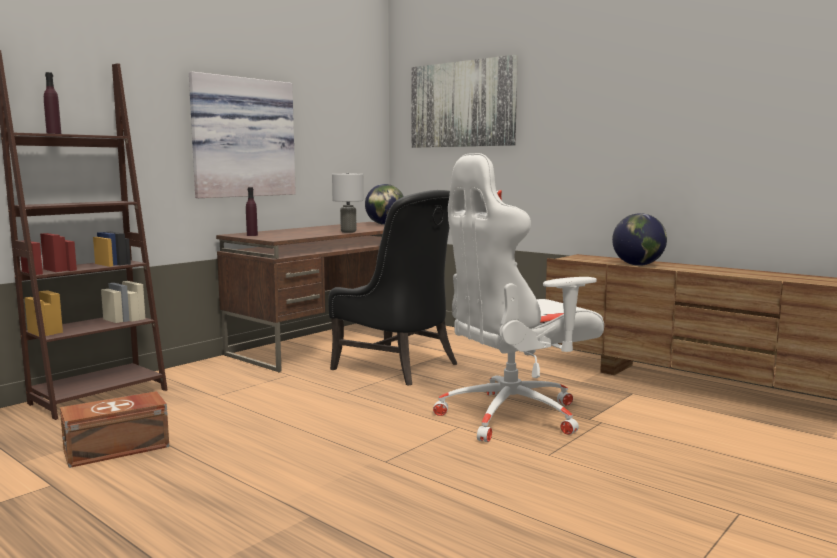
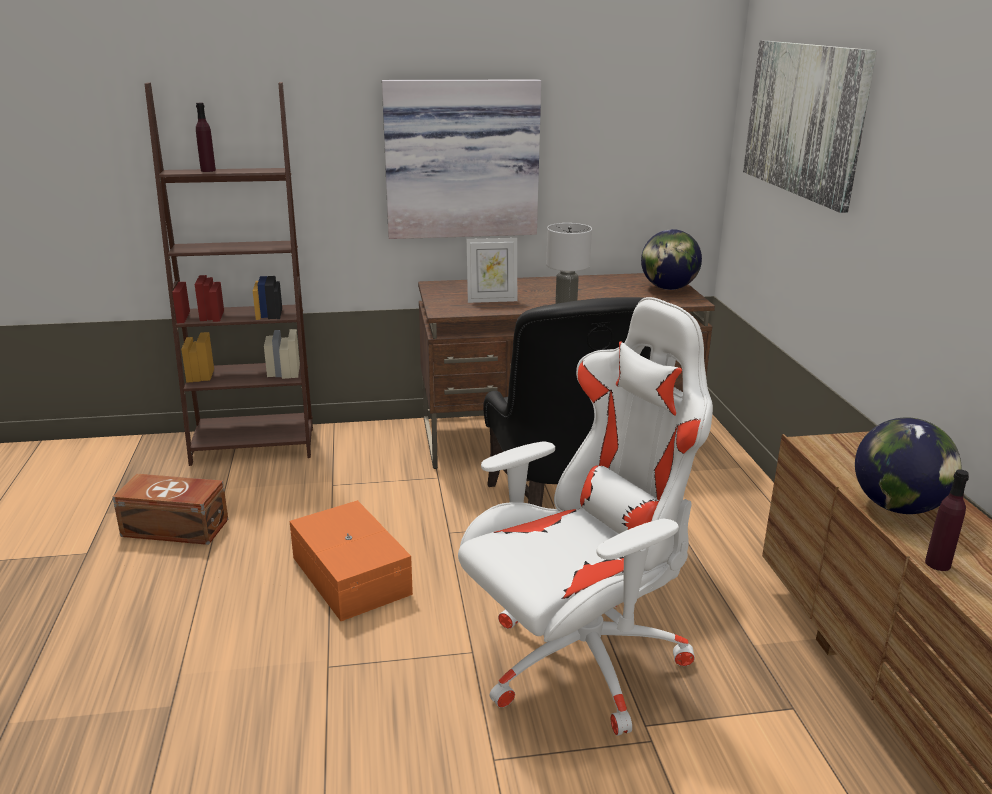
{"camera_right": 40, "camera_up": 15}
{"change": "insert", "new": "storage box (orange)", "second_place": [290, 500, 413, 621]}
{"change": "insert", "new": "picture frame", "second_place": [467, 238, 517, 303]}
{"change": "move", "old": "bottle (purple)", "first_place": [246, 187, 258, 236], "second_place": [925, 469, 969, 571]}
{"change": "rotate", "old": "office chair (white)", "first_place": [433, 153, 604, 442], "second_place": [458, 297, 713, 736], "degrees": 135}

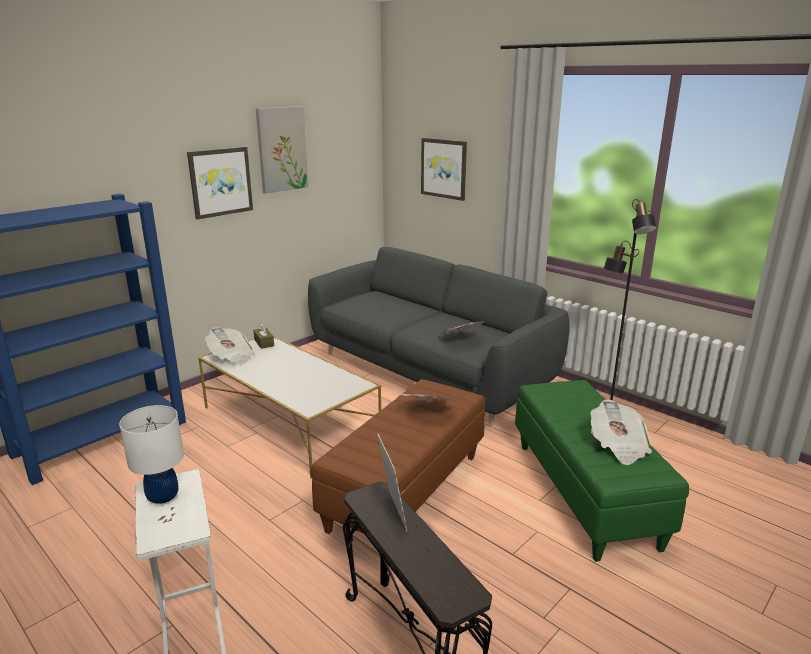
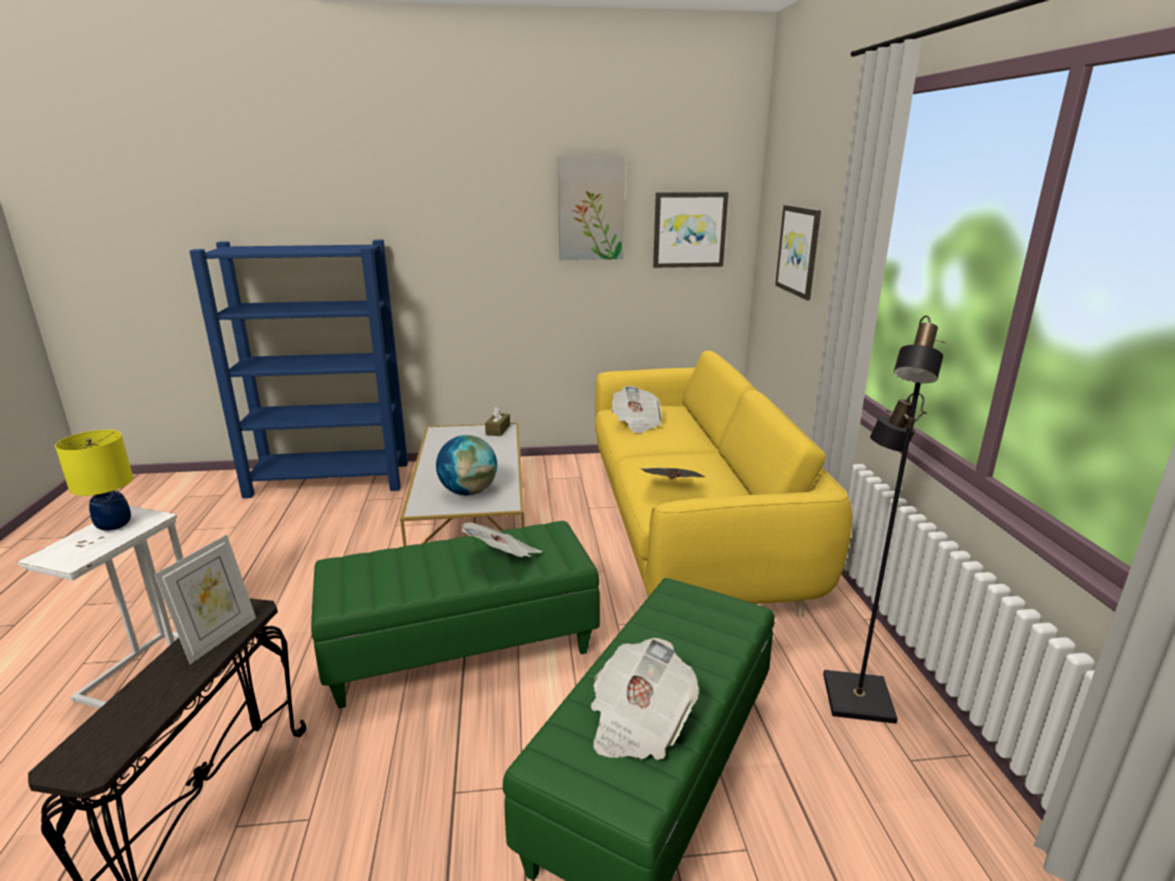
{"camera_right": 40, "camera_up": 0}
{"change": "insert", "new": "globe", "second_place": [436, 435, 497, 495]}
{"change": "move", "old": "picture", "first_place": [187, 147, 253, 220], "second_place": [653, 192, 729, 268]}
{"change": "move", "old": "newspaper", "first_place": [205, 327, 255, 366], "second_place": [611, 386, 662, 433]}
{"change": "recolor", "old": "table lamp (white)", "new": "table lamp (yellow)", "first_place": [119, 405, 184, 504], "second_place": [55, 430, 133, 531]}
{"change": "recolor", "old": "sofa (grey)", "new": "sofa (yellow)", "first_place": [308, 247, 570, 427], "second_place": [595, 351, 852, 617]}
{"change": "recolor", "old": "ottoman (brown)", "new": "ottoman (green)", "first_place": [311, 379, 485, 558], "second_place": [311, 521, 600, 709]}

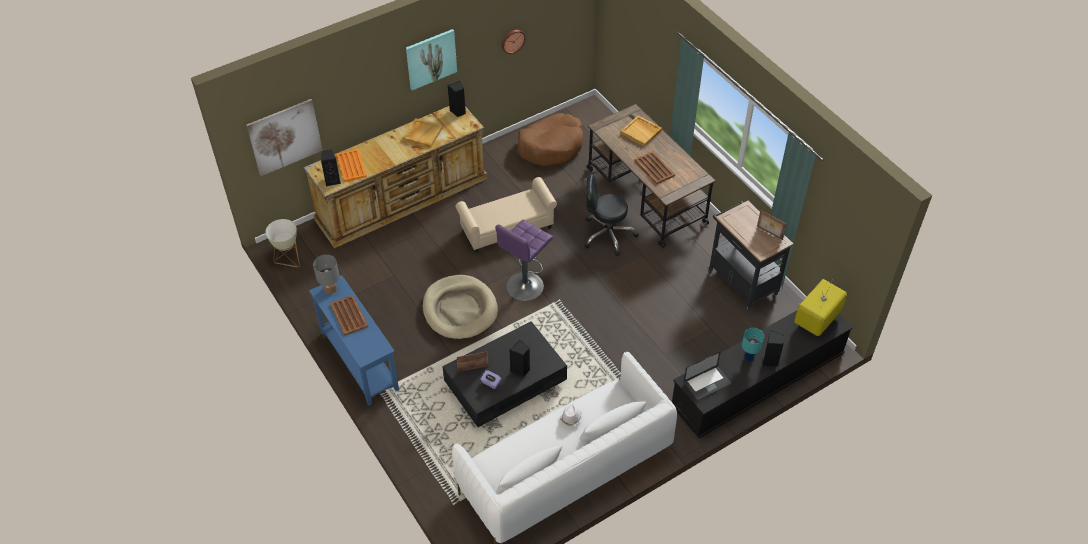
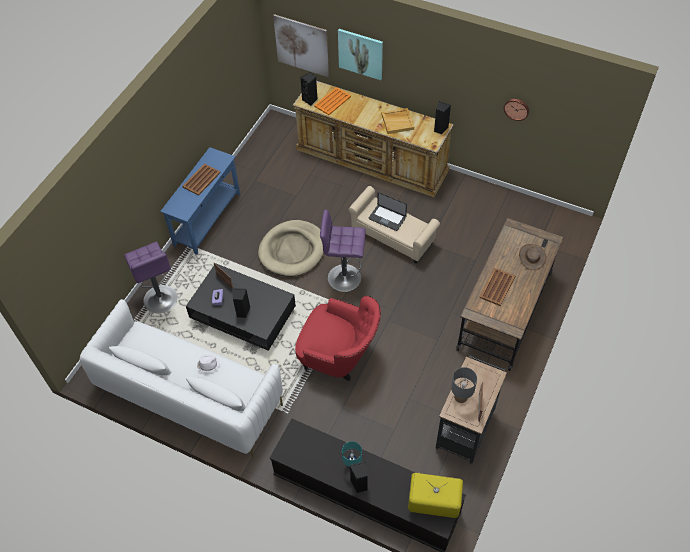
{"camera_right": 60, "camera_up": 5}
{"change": "delete", "old": "planter", "first_place": [265, 219, 300, 268]}
{"change": "delete", "old": "dog bed (brown)", "first_place": [517, 113, 583, 166]}
{"change": "delete", "old": "office chair (black)", "first_place": [584, 174, 639, 256]}
{"change": "insert", "new": "stool (purple)", "second_place": [124, 242, 178, 313]}
{"change": "insert", "new": "armchair (red)", "second_place": [295, 296, 381, 381]}
{"change": "move", "old": "table lamp (grey)", "first_place": [313, 255, 339, 294], "second_place": [451, 367, 477, 403]}
{"change": "move", "old": "picture", "first_place": [406, 29, 457, 90], "second_place": [338, 29, 383, 80]}
{"change": "move", "old": "laptop", "first_place": [684, 352, 731, 400], "second_place": [369, 192, 407, 231]}
{"change": "replace", "old": "tray (beige)", "new": "hat (brown)", "first_place": [620, 115, 662, 147], "second_place": [519, 244, 546, 270]}

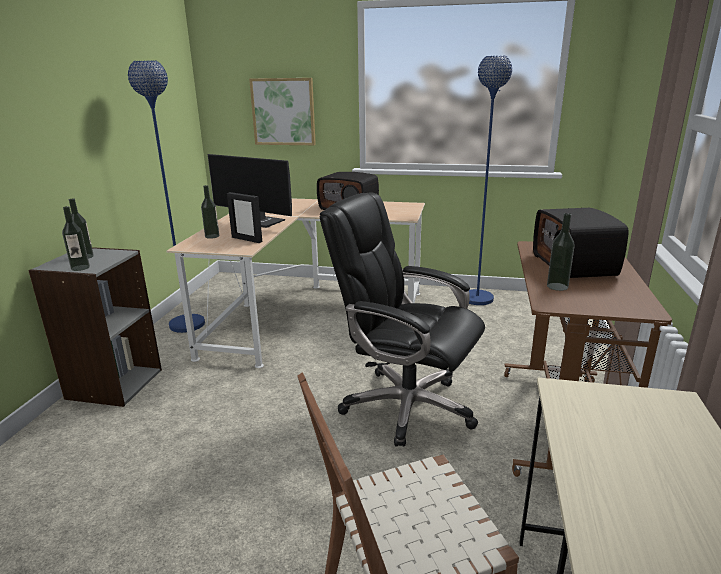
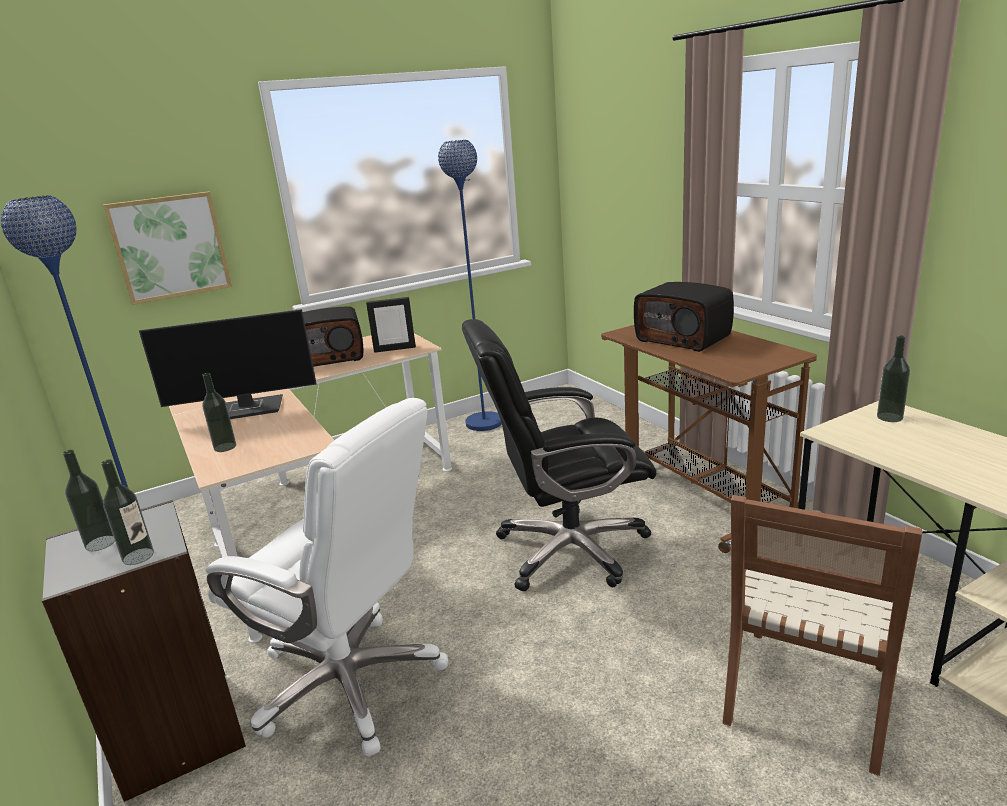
{"camera_right": -40, "camera_up": 0}
{"change": "insert", "new": "office chair (white)", "second_place": [205, 398, 448, 757]}
{"change": "move", "old": "picture frame", "first_place": [227, 192, 262, 243], "second_place": [366, 297, 416, 353]}
{"change": "move", "old": "bottle", "first_place": [547, 213, 575, 291], "second_place": [877, 335, 910, 422]}

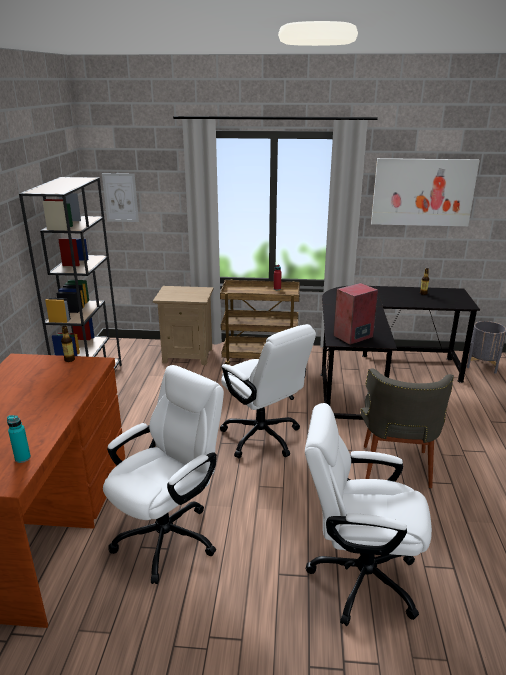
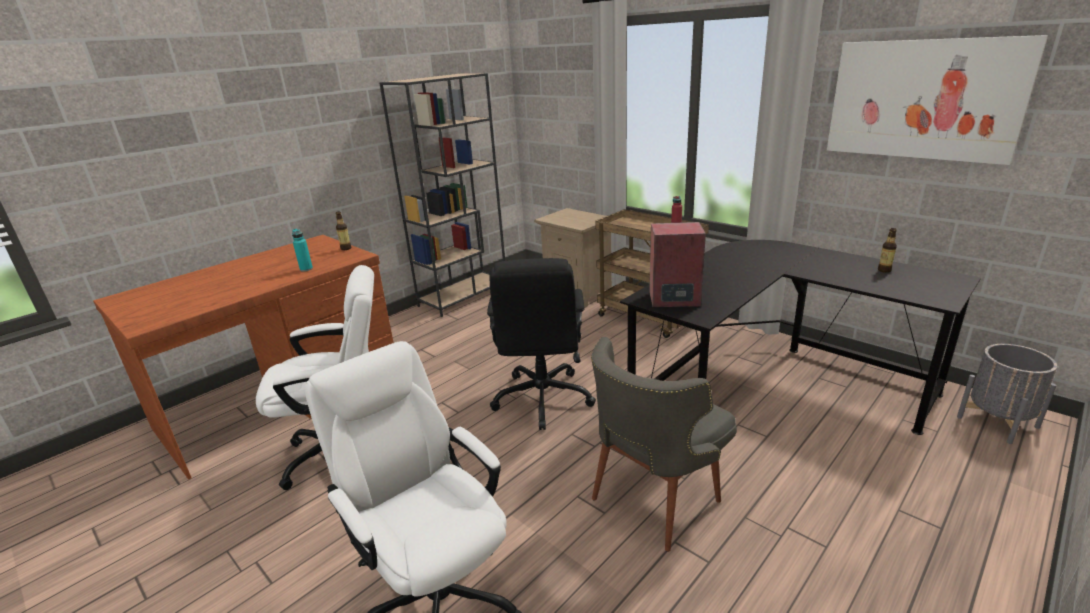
{"camera_right": 40, "camera_up": 0}
{"change": "delete", "old": "picture", "first_place": [102, 173, 139, 222]}
{"change": "move", "old": "bottle (turquoise)", "first_place": [7, 415, 31, 463], "second_place": [292, 229, 313, 271]}
{"change": "recolor", "old": "office chair (white)", "new": "office chair (black)", "first_place": [220, 324, 316, 458], "second_place": [487, 258, 596, 430]}

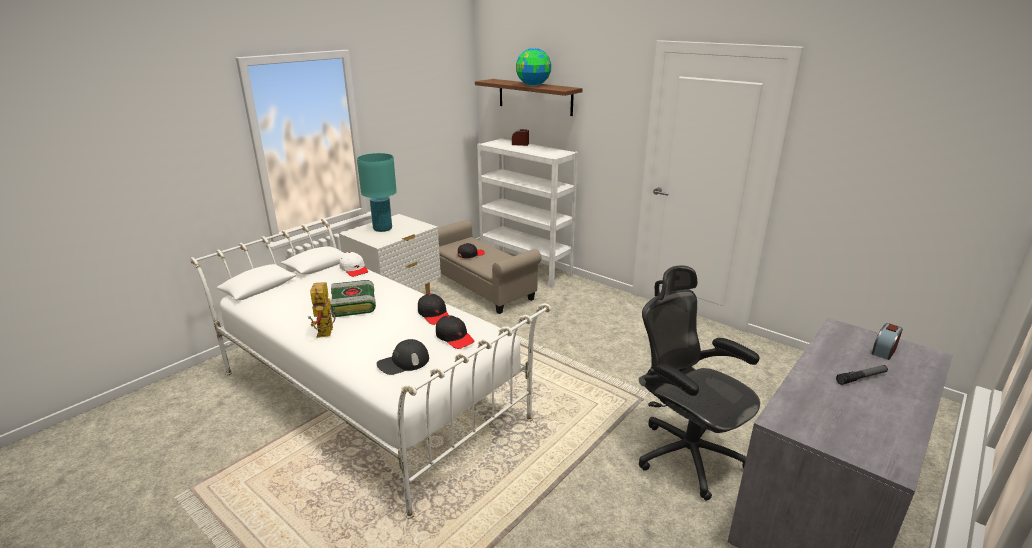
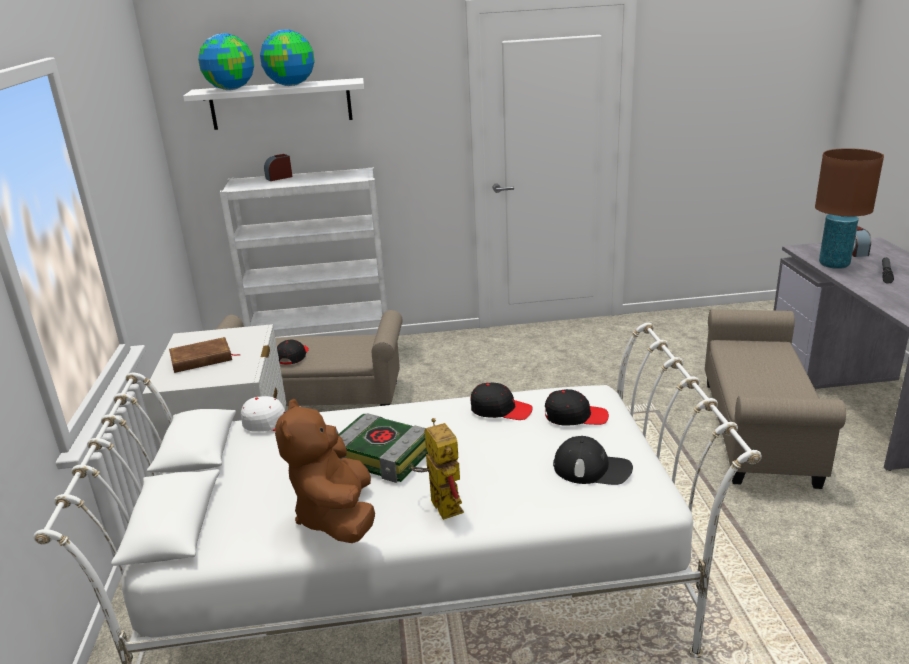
{"camera_right": -45, "camera_up": 0}
{"change": "insert", "new": "globe", "second_place": [198, 33, 254, 90]}
{"change": "insert", "new": "plush toy (brown)", "second_place": [275, 399, 375, 543]}
{"change": "insert", "new": "table lamp (brown)", "second_place": [815, 148, 884, 269]}
{"change": "replace", "old": "table lamp (turquoise)", "new": "book (brown)", "first_place": [357, 153, 397, 232], "second_place": [169, 337, 241, 373]}
{"change": "replace", "old": "office chair", "new": "ottoman (beige)", "first_place": [639, 266, 760, 501], "second_place": [705, 309, 846, 489]}
{"change": "recolor", "old": "shelf (brown)", "new": "shelf (white)", "first_place": [475, 79, 583, 116], "second_place": [183, 78, 364, 130]}
{"change": "rotate", "old": "toy robot", "first_place": [308, 282, 335, 338], "second_place": [411, 418, 464, 520], "degrees": -150}
{"change": "rotate", "old": "cap (black)", "first_place": [377, 339, 429, 375], "second_place": [553, 436, 633, 485], "degrees": -90}

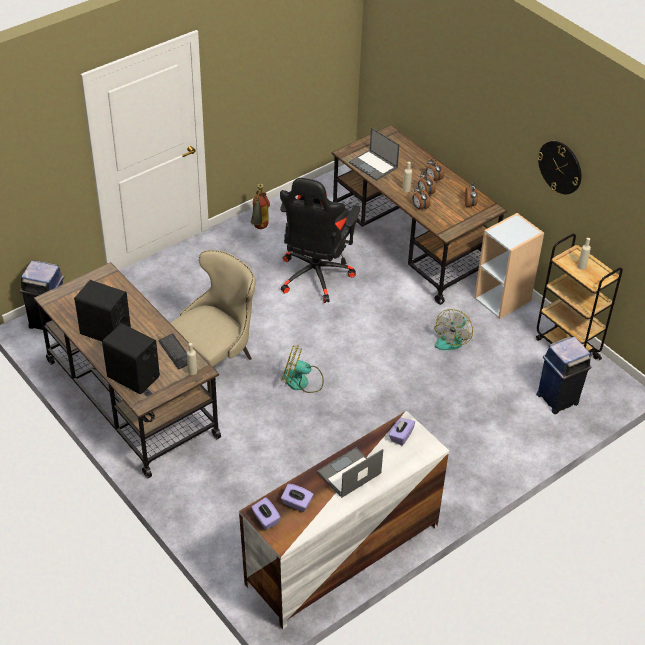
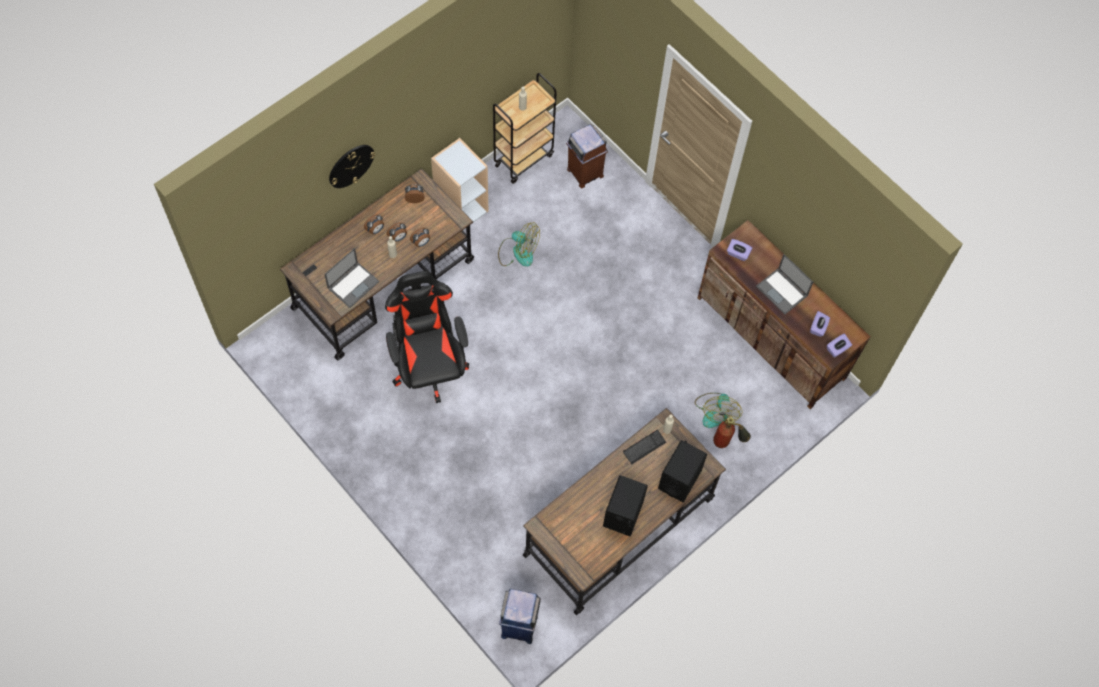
{"camera_right": -95, "camera_up": 20}
{"change": "delete", "old": "chair (beige)", "first_place": [170, 250, 255, 395]}
{"change": "move", "old": "fire extinguisher", "first_place": [251, 184, 270, 229], "second_place": [713, 416, 751, 448]}
{"change": "move", "old": "fan", "first_place": [282, 344, 324, 393], "second_place": [695, 393, 742, 428]}
{"change": "move", "old": "wall clock", "first_place": [537, 141, 581, 194], "second_place": [329, 145, 375, 188]}
{"change": "recolor", "old": "cabinet (white)", "new": "cabinet (brown)", "first_place": [239, 411, 449, 629], "second_place": [698, 220, 870, 409]}
{"change": "recolor", "old": "trash can (blue)", "new": "trash can (brown)", "first_place": [536, 337, 591, 414], "second_place": [566, 124, 608, 189]}
{"change": "rotate", "old": "office chair (black)", "first_place": [280, 178, 360, 303], "second_place": [385, 271, 469, 403], "degrees": -120}

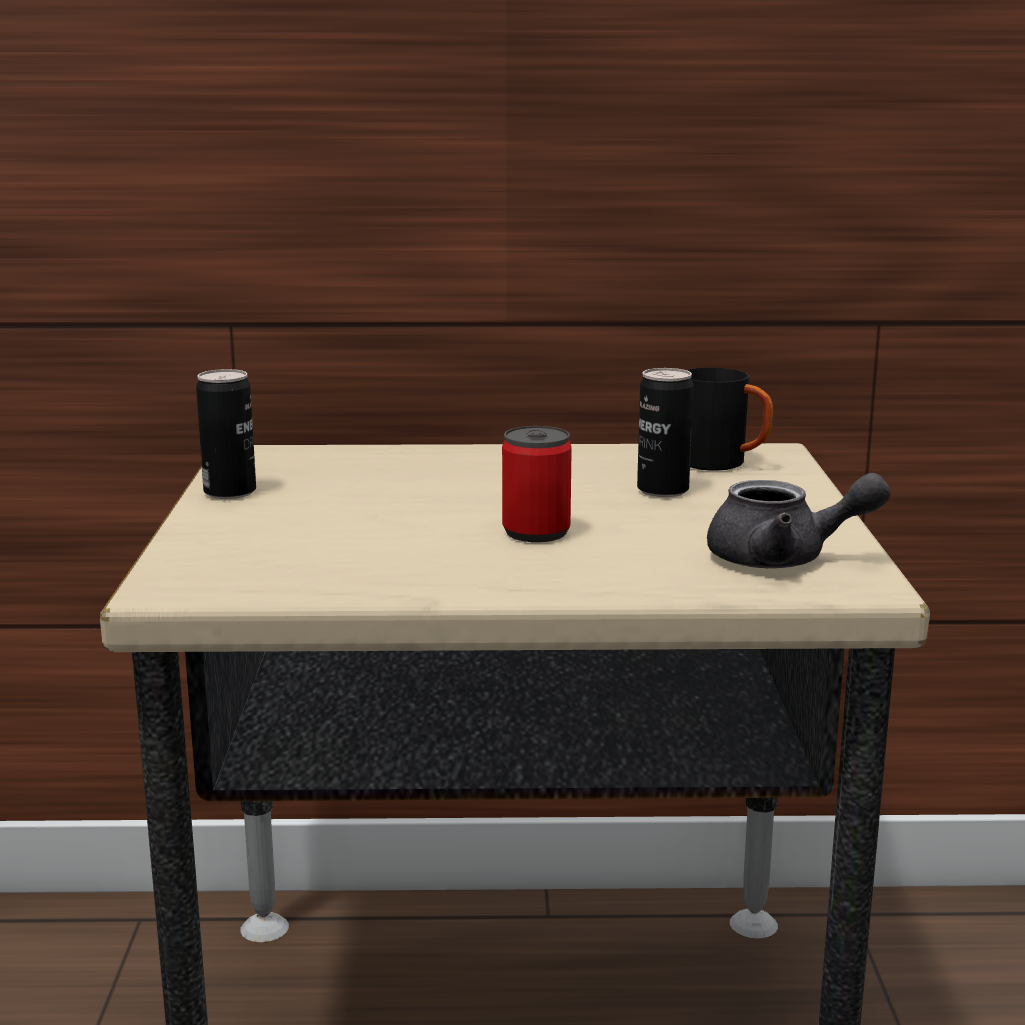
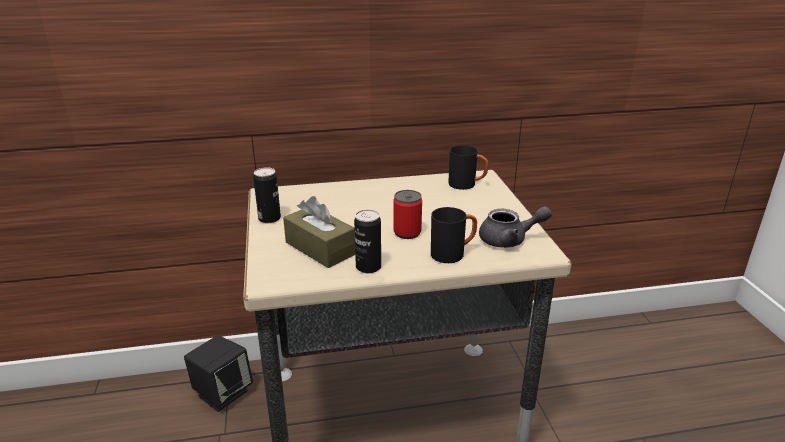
{"camera_right": -10, "camera_up": 10}
{"change": "insert", "new": "speaker (black)", "second_place": [184, 335, 253, 412]}
{"change": "insert", "new": "tissue box (brown)", "second_place": [283, 196, 355, 268]}
{"change": "insert", "new": "mug (black)", "second_place": [431, 207, 477, 263]}
{"change": "move", "old": "can", "first_place": [637, 368, 693, 497], "second_place": [354, 209, 381, 273]}

